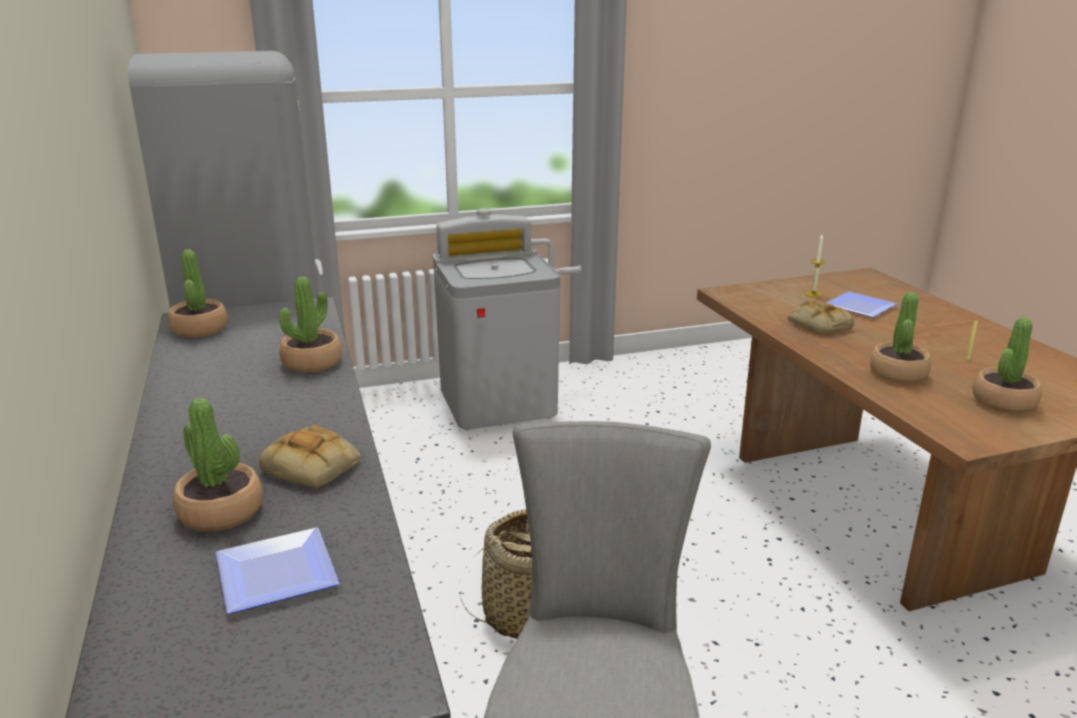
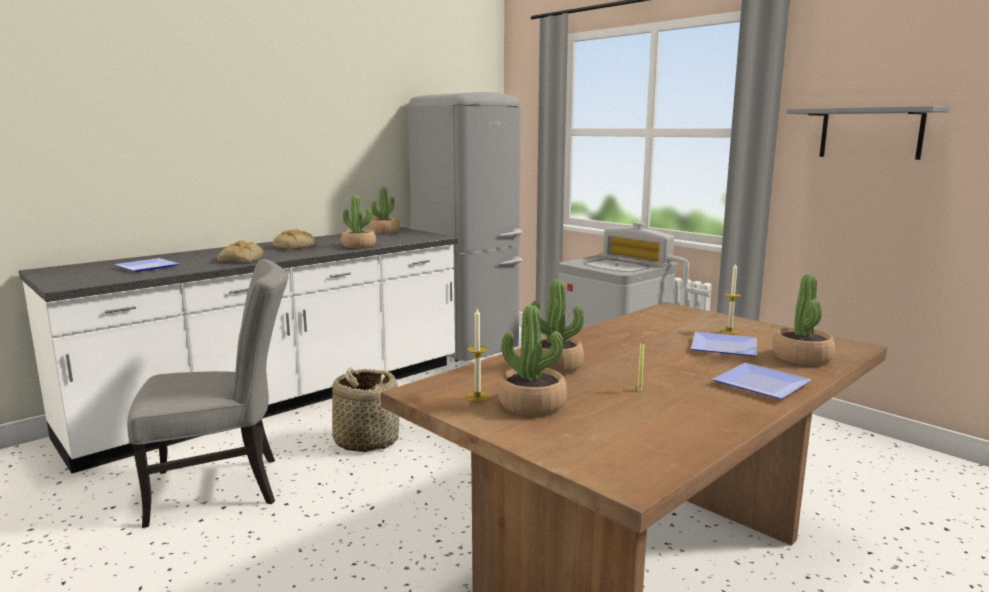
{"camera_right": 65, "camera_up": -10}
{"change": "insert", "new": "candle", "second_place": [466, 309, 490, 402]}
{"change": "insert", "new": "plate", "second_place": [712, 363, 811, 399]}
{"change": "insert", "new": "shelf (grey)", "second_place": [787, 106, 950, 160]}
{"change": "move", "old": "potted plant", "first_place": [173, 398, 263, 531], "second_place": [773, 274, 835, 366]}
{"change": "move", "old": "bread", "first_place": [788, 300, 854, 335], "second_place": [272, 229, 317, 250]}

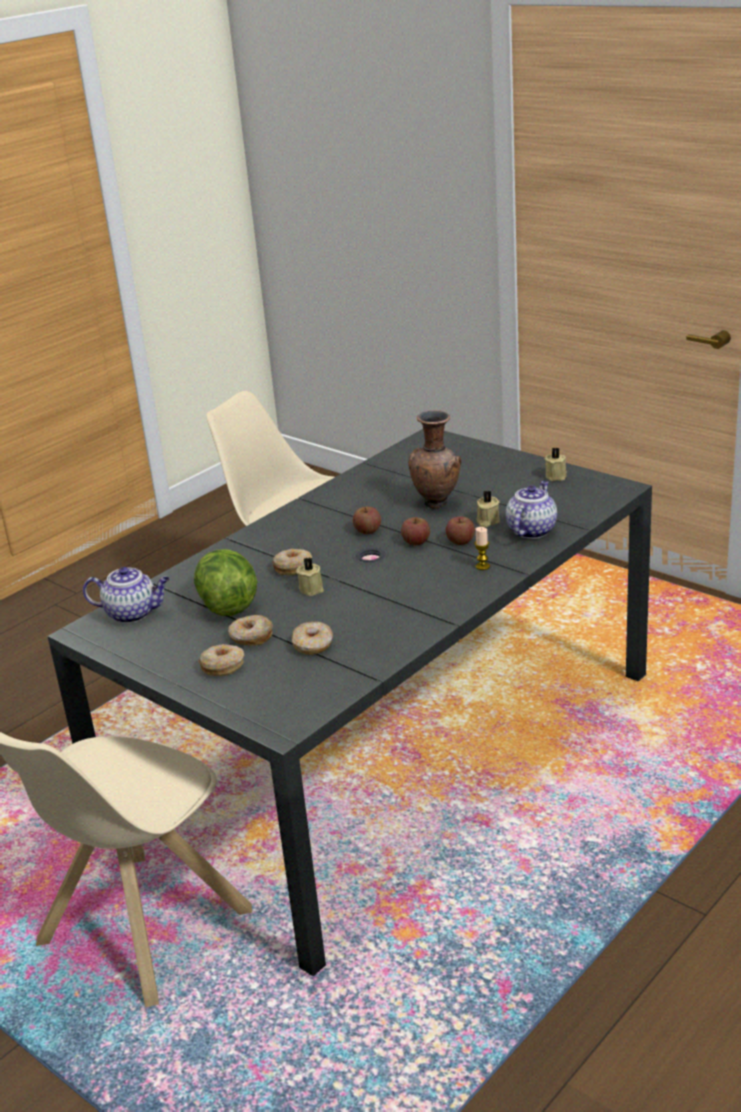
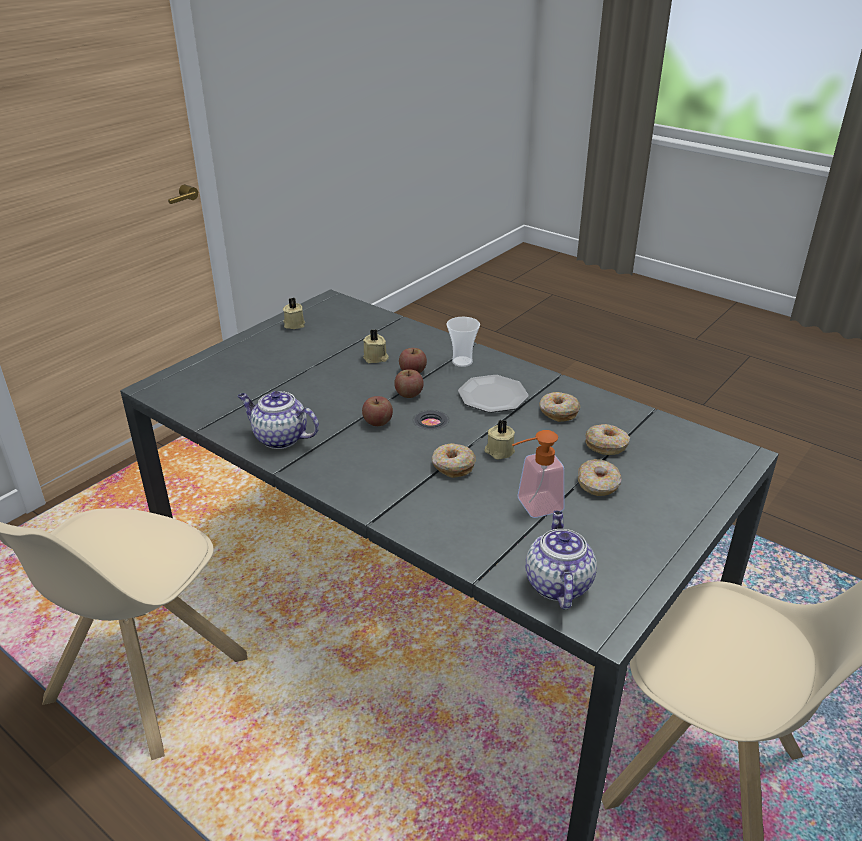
{"camera_right": -95, "camera_up": 5}
{"change": "delete", "old": "vase (brown)", "first_place": [408, 410, 461, 509]}
{"change": "insert", "new": "plate", "second_place": [458, 375, 528, 413]}
{"change": "move", "old": "donut", "first_place": [199, 644, 245, 676], "second_place": [539, 392, 580, 422]}
{"change": "move", "old": "teapot", "first_place": [506, 481, 557, 539], "second_place": [238, 391, 319, 449]}
{"change": "replace", "old": "lettuce", "new": "soap dispenser", "first_place": [194, 549, 257, 616], "second_place": [512, 430, 564, 518]}
{"change": "replace", "old": "candle", "new": "cup", "first_place": [475, 527, 490, 570], "second_place": [447, 317, 480, 367]}

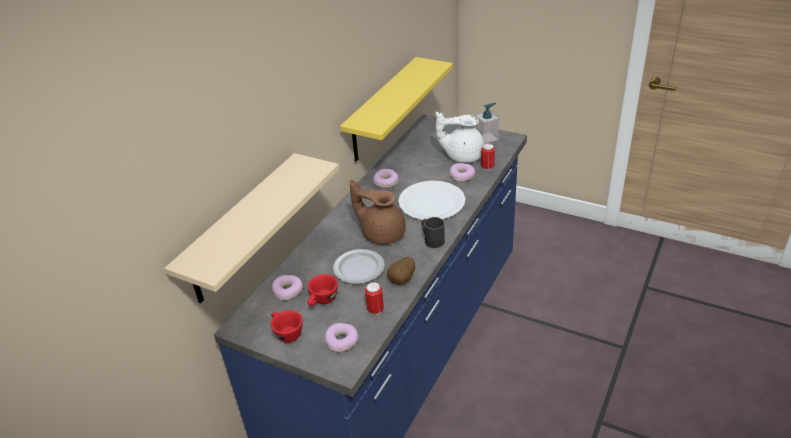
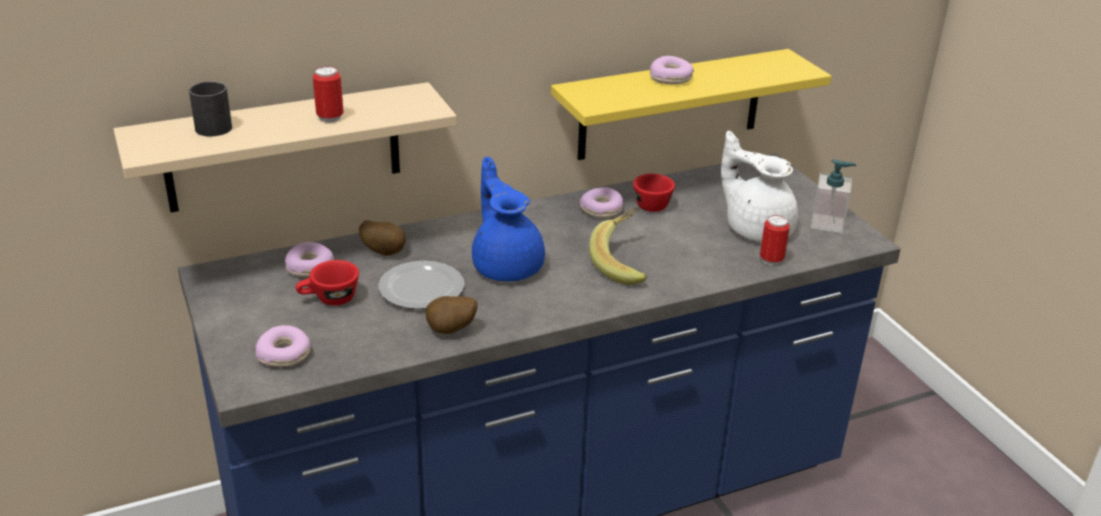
{"camera_right": 35, "camera_up": -5}
{"change": "insert", "new": "potato", "second_place": [359, 220, 406, 255]}
{"change": "move", "old": "cup (red)", "first_place": [271, 310, 303, 343], "second_place": [633, 173, 675, 212]}
{"change": "move", "old": "can", "first_place": [365, 282, 384, 315], "second_place": [313, 66, 344, 122]}
{"change": "move", "old": "mug (black)", "first_place": [421, 217, 445, 248], "second_place": [189, 81, 232, 137]}
{"change": "move", "old": "donut", "first_place": [449, 163, 475, 182], "second_place": [650, 56, 694, 84]}
{"change": "replace", "old": "plate (white)", "new": "banana", "first_place": [398, 181, 465, 220], "second_place": [589, 207, 647, 285]}
{"change": "recolor", "old": "teapot (brown)", "new": "teapot (blue)", "first_place": [349, 180, 406, 245], "second_place": [472, 157, 545, 282]}

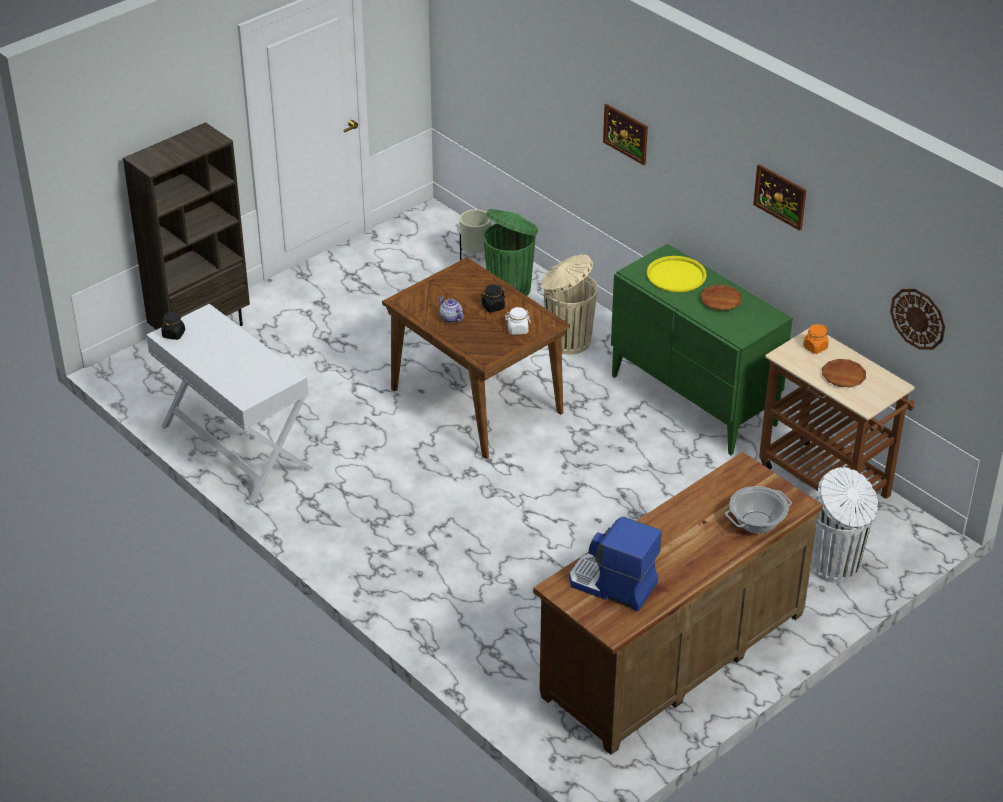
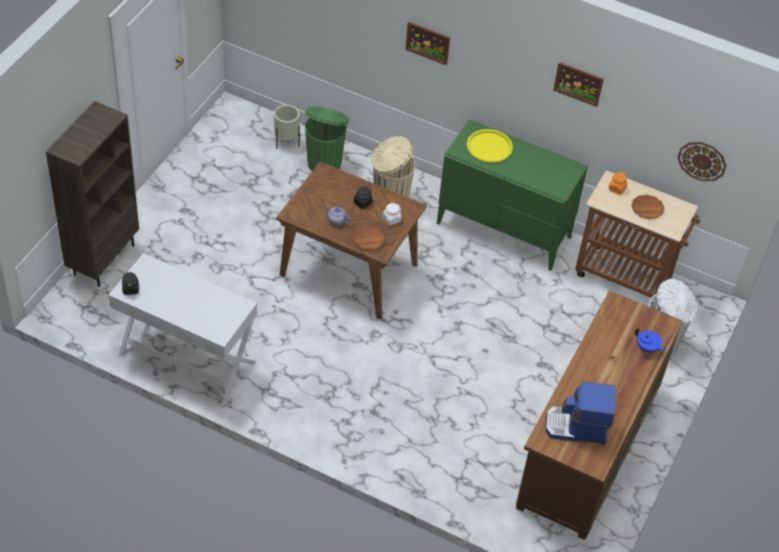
{"camera_right": -25, "camera_up": 10}
{"change": "move", "old": "plate (brown)", "first_place": [700, 285, 742, 310], "second_place": [352, 225, 385, 251]}
{"change": "replace", "old": "cooking pot", "new": "teapot (blue)", "first_place": [725, 486, 792, 533], "second_place": [635, 328, 666, 353]}

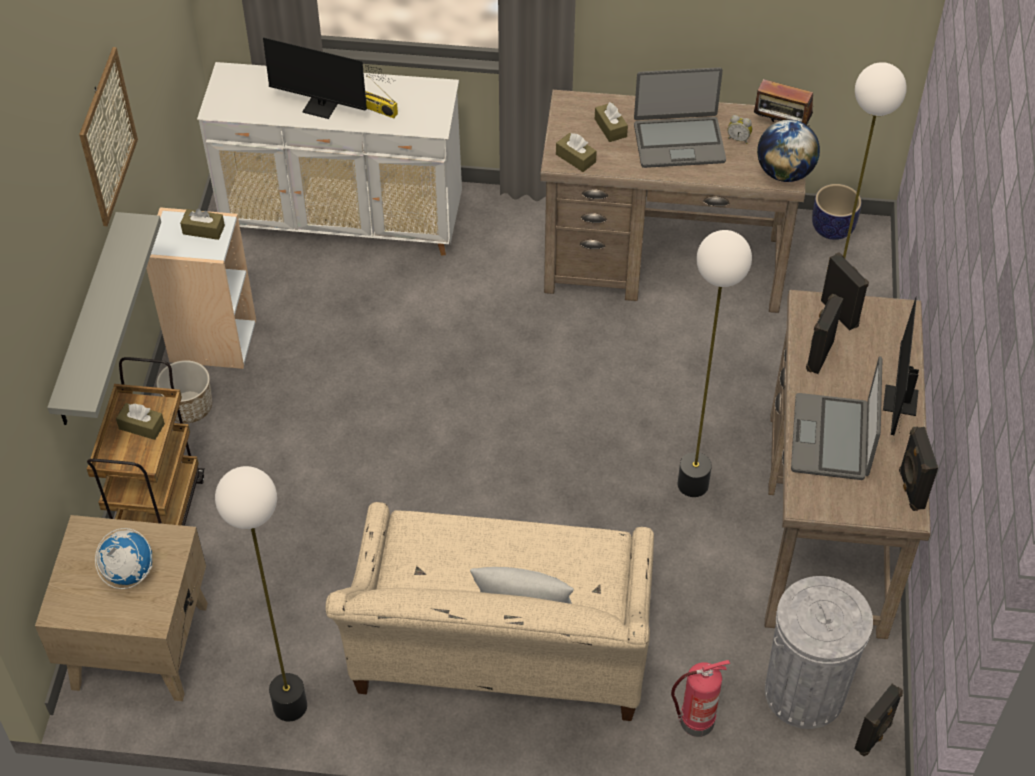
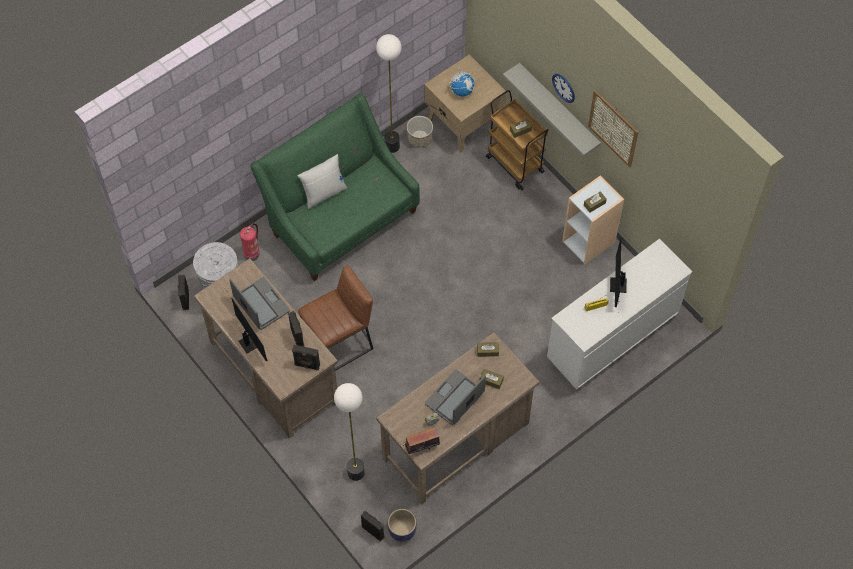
{"camera_right": 135, "camera_up": 10}
{"change": "delete", "old": "globe", "first_place": [757, 120, 820, 182]}
{"change": "insert", "new": "wall clock", "second_place": [552, 74, 575, 103]}
{"change": "move", "old": "planter", "first_place": [156, 360, 212, 423], "second_place": [407, 116, 433, 148]}
{"change": "move", "old": "speaker (black)", "first_place": [899, 426, 938, 511], "second_place": [361, 511, 385, 541]}
{"change": "replace", "old": "floor lamp", "new": "chair (brown)", "first_place": [678, 230, 752, 497], "second_place": [298, 265, 373, 371]}
{"change": "recolor", "old": "sofa (beige)", "new": "sofa (green)", "first_place": [326, 502, 654, 721], "second_place": [250, 94, 420, 281]}
{"change": "rotate", "old": "monitor", "first_place": [263, 37, 395, 119], "second_place": [610, 239, 627, 307], "degrees": -60}

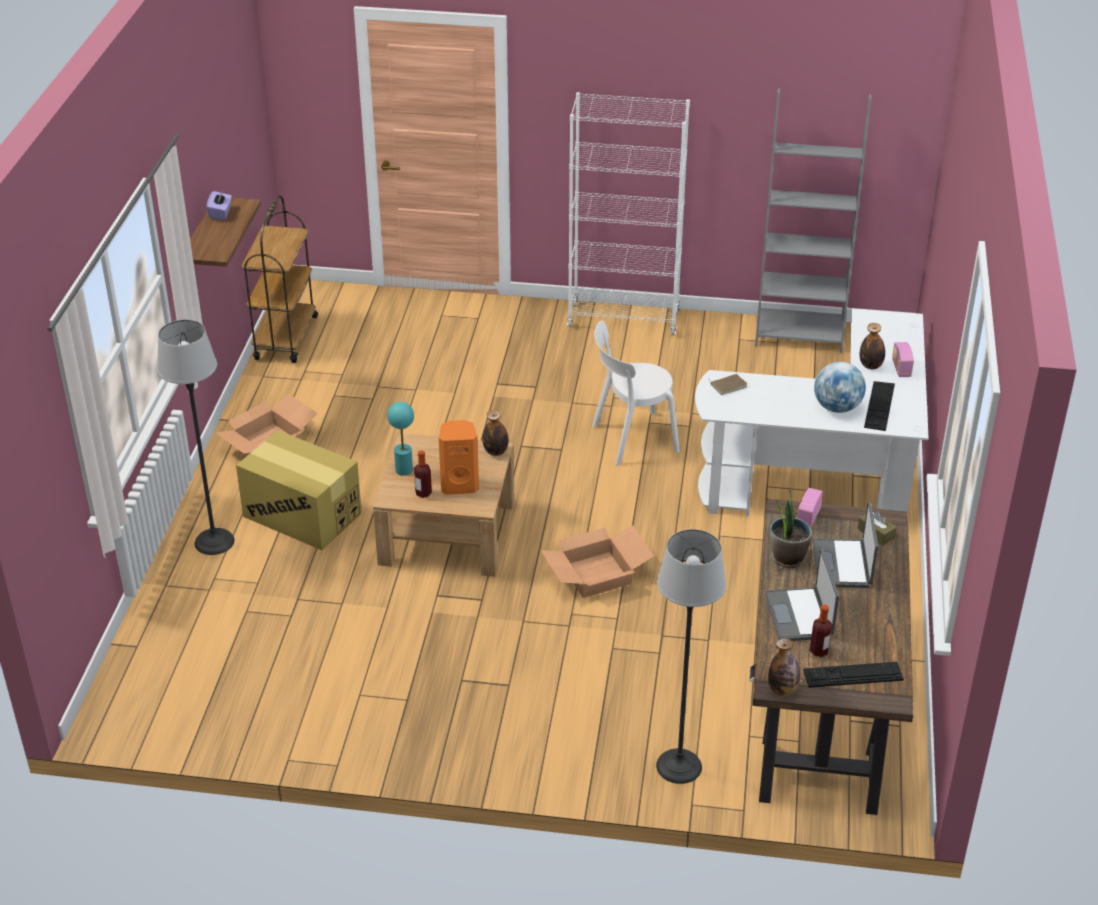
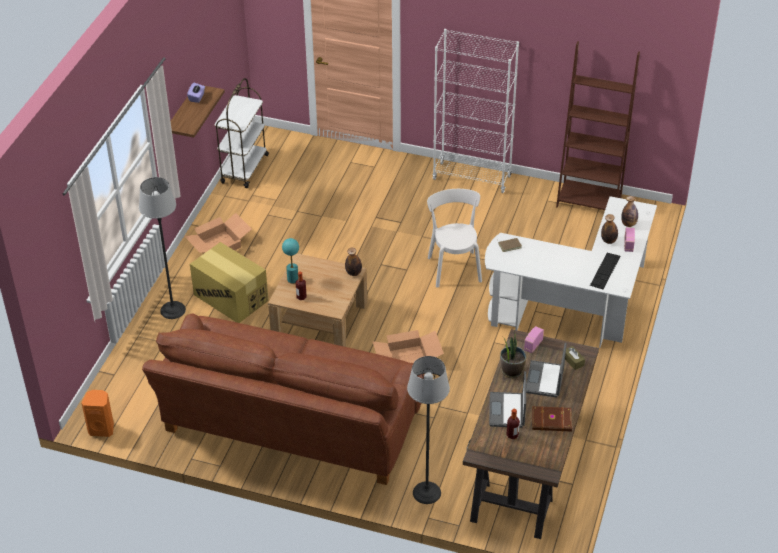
{"camera_right": 10, "camera_up": 5}
{"change": "delete", "old": "keyboard", "first_place": [803, 662, 904, 688]}
{"change": "delete", "old": "globe", "first_place": [814, 362, 866, 413]}
{"change": "insert", "new": "sofa (brown)", "second_place": [142, 313, 424, 485]}
{"change": "insert", "new": "book (brown)", "second_place": [532, 406, 572, 432]}
{"change": "move", "old": "speaker (orange)", "first_place": [439, 420, 479, 495], "second_place": [81, 390, 114, 437]}
{"change": "move", "old": "bottle", "first_place": [768, 638, 800, 696], "second_place": [621, 196, 638, 227]}
{"change": "recolor", "old": "cart (brown)", "new": "cart (white)", "first_place": [241, 195, 318, 363], "second_place": [214, 78, 269, 188]}
{"change": "recolor", "old": "bookcase (grey)", "new": "bookcase (brown)", "first_place": [755, 88, 872, 354], "second_place": [556, 41, 640, 210]}
{"change": "rotate", "old": "chair (white)", "first_place": [592, 321, 680, 466], "second_place": [427, 189, 482, 288], "degrees": 90}

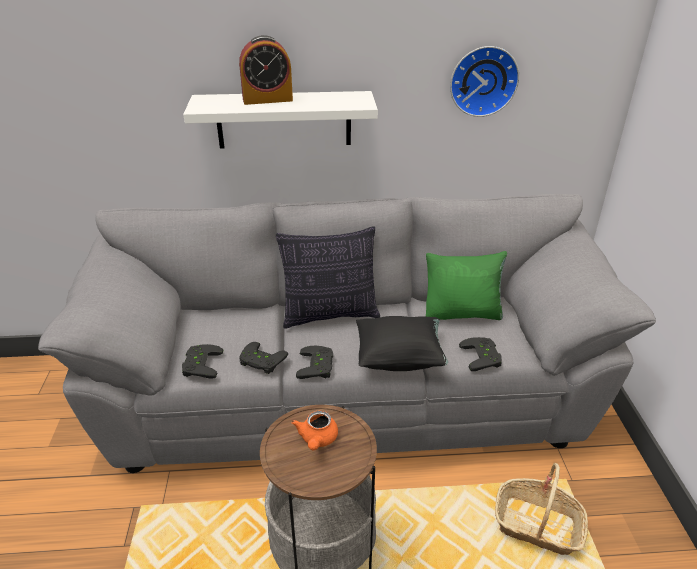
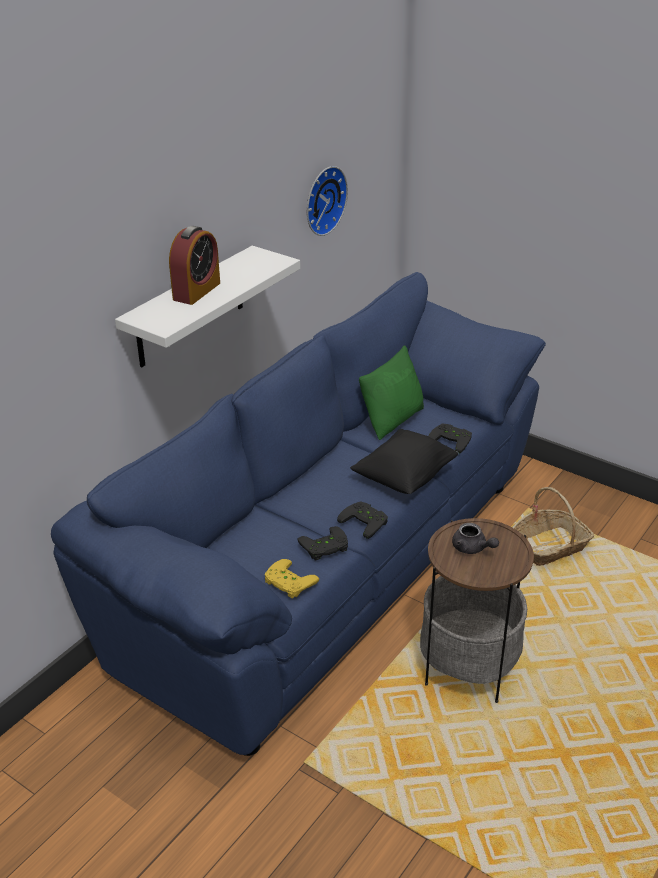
{"camera_right": -50, "camera_up": 0}
{"change": "delete", "old": "pillow", "first_place": [276, 226, 380, 329]}
{"change": "recolor", "old": "sofa (grey)", "new": "sofa (blue)", "first_place": [38, 194, 656, 473], "second_place": [51, 272, 546, 756]}
{"change": "recolor", "old": "game controller (black)", "new": "game controller (yellow)", "first_place": [182, 344, 223, 379], "second_place": [264, 559, 319, 599]}
{"change": "recolor", "old": "teapot (orange)", "new": "teapot (grey)", "first_place": [291, 411, 338, 451], "second_place": [452, 523, 499, 554]}

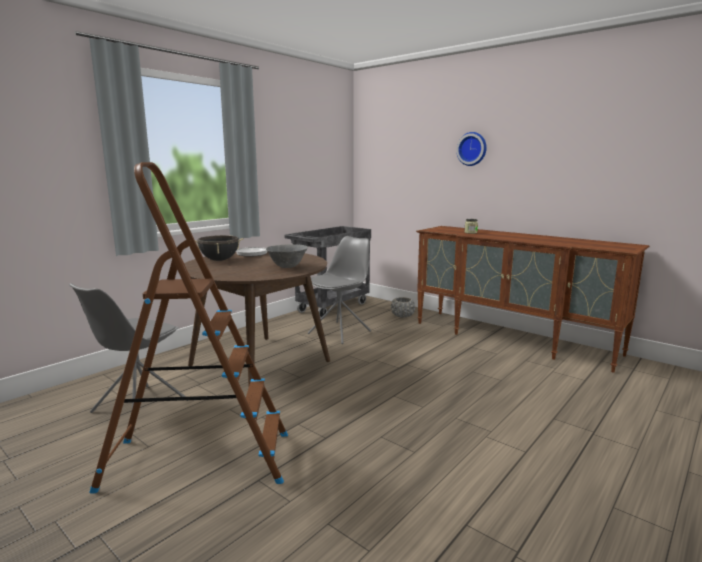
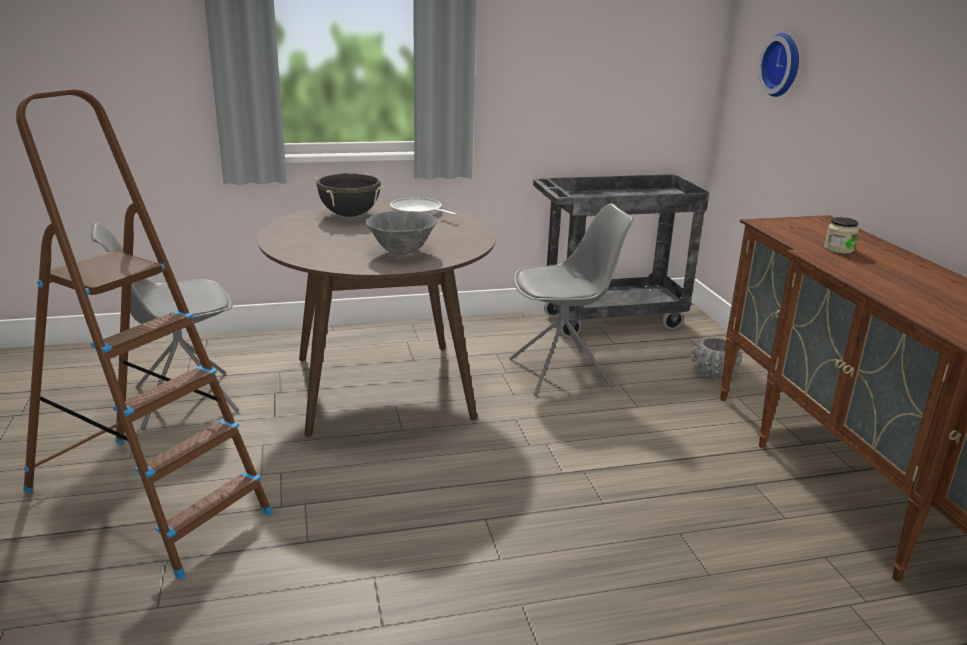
{"camera_right": 35, "camera_up": 10}
{"change": "move", "old": "wall clock", "first_place": [456, 132, 487, 166], "second_place": [758, 33, 799, 97]}

